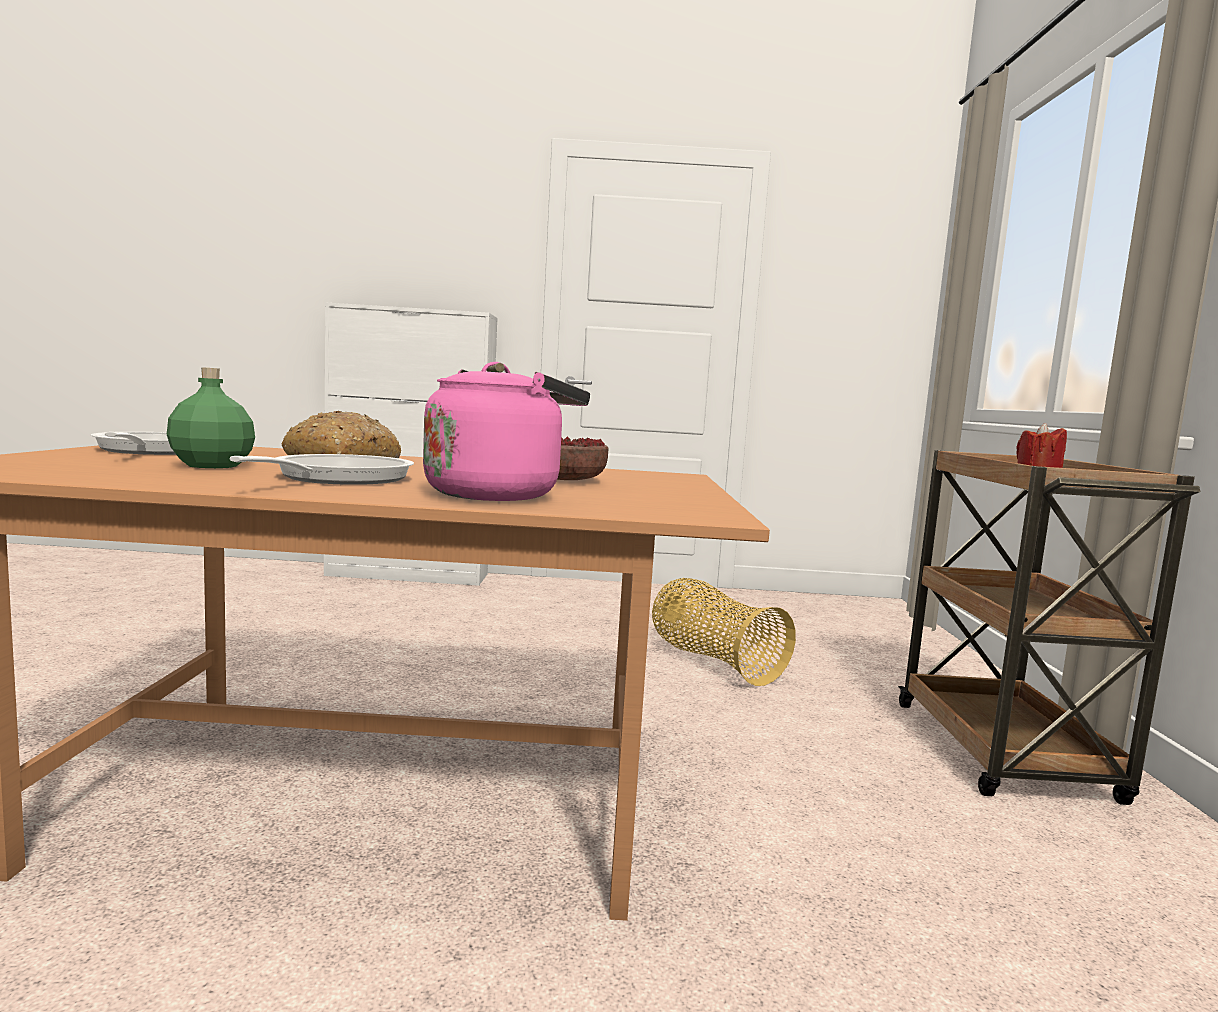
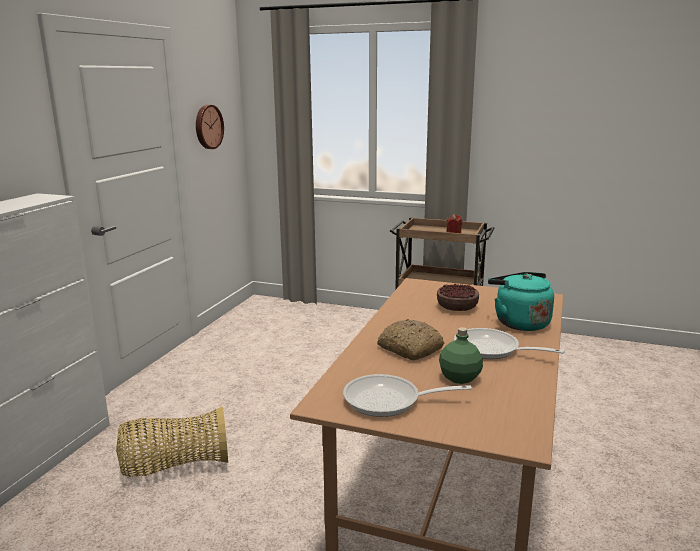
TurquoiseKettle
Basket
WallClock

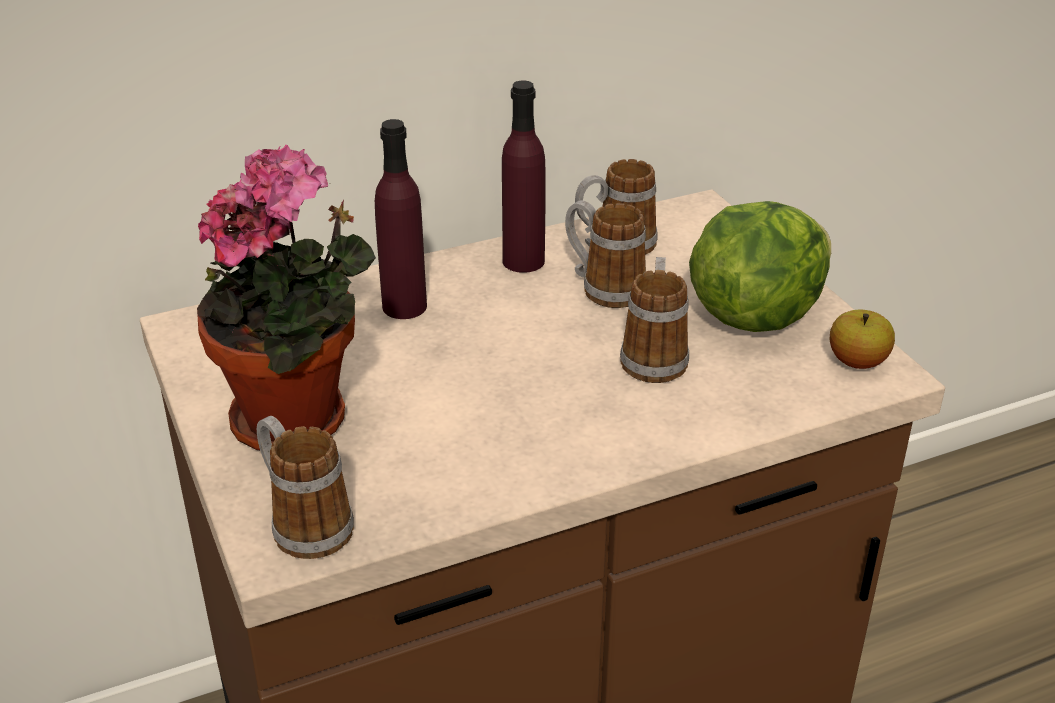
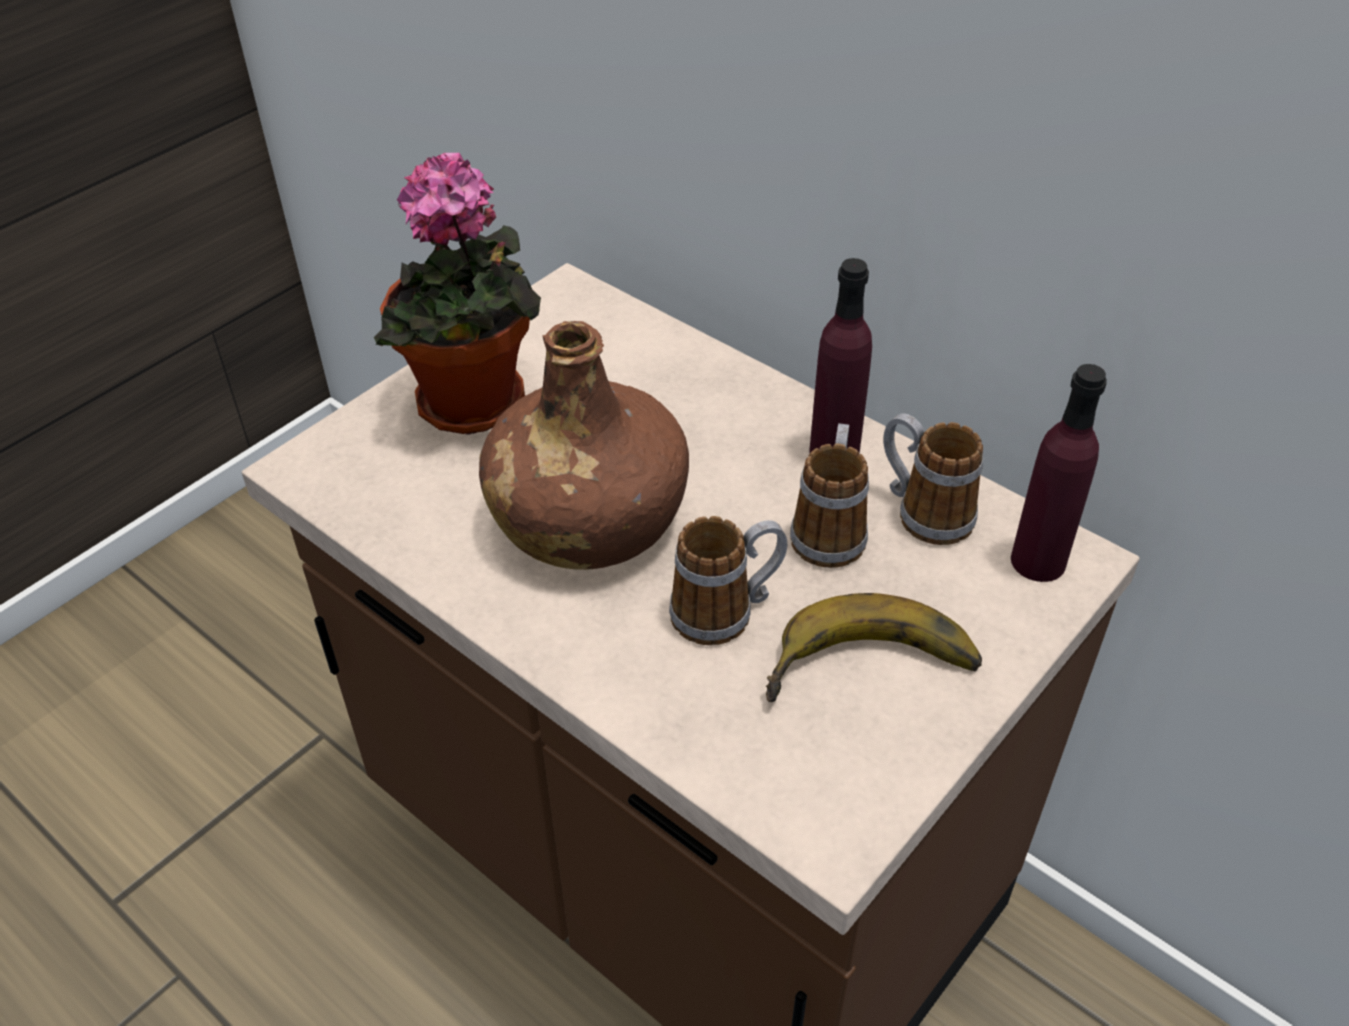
PurpleBottle (2nd from left)
Banana
Apple
Mug (1st from left in the first image)
BrownBottle

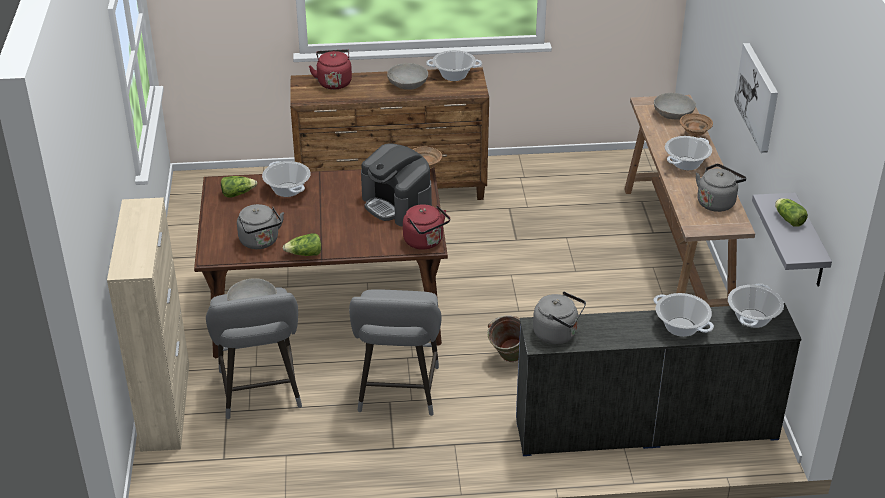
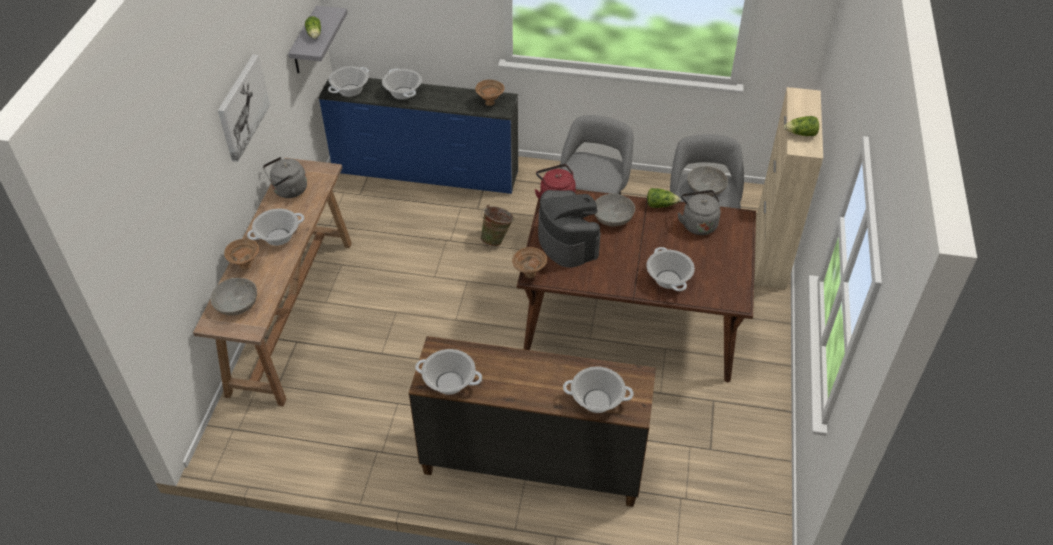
CookingPot (5th from left)
GreyBowl (2nd from left)
Lettuce (3rd from left)
BrownBowl (2nd from left)

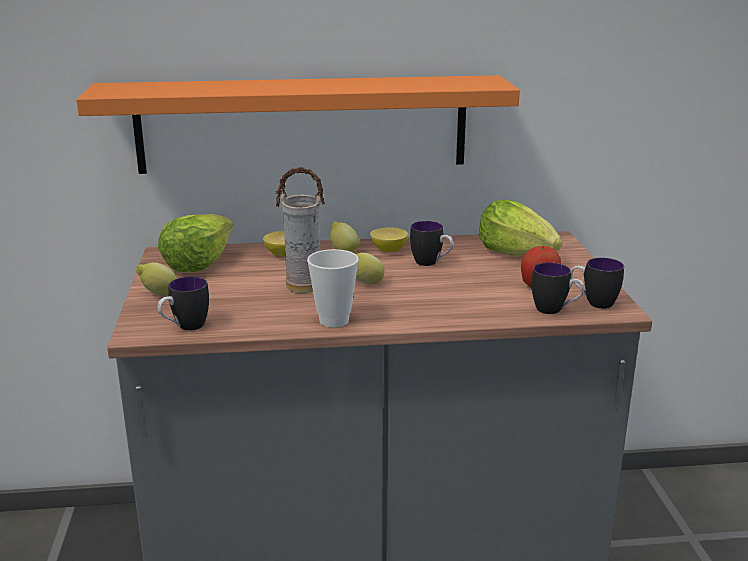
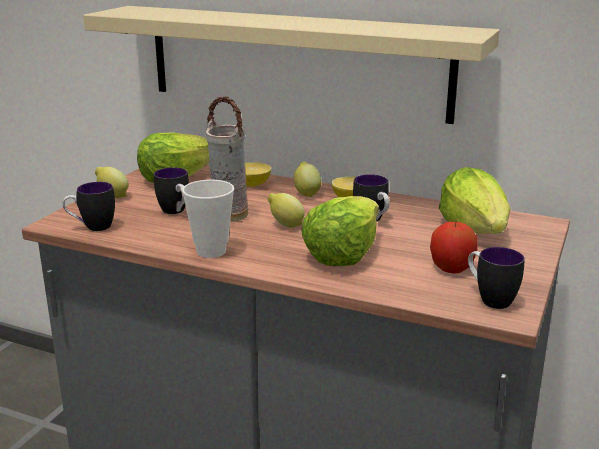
BeigeShelf
Mug (2nd from left)
Lettuce (2nd from left)

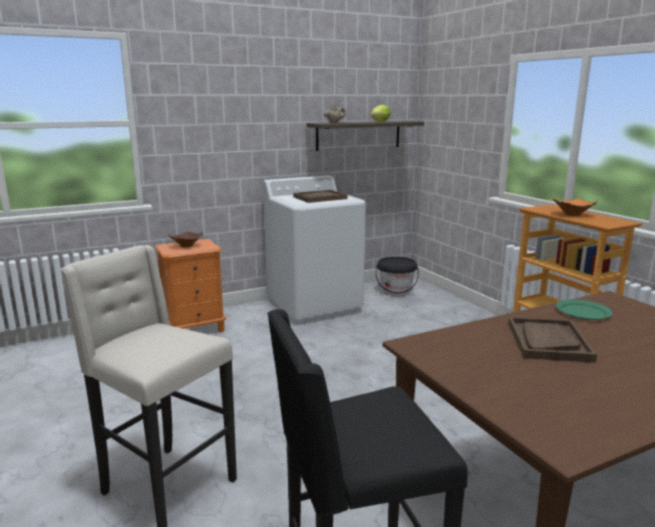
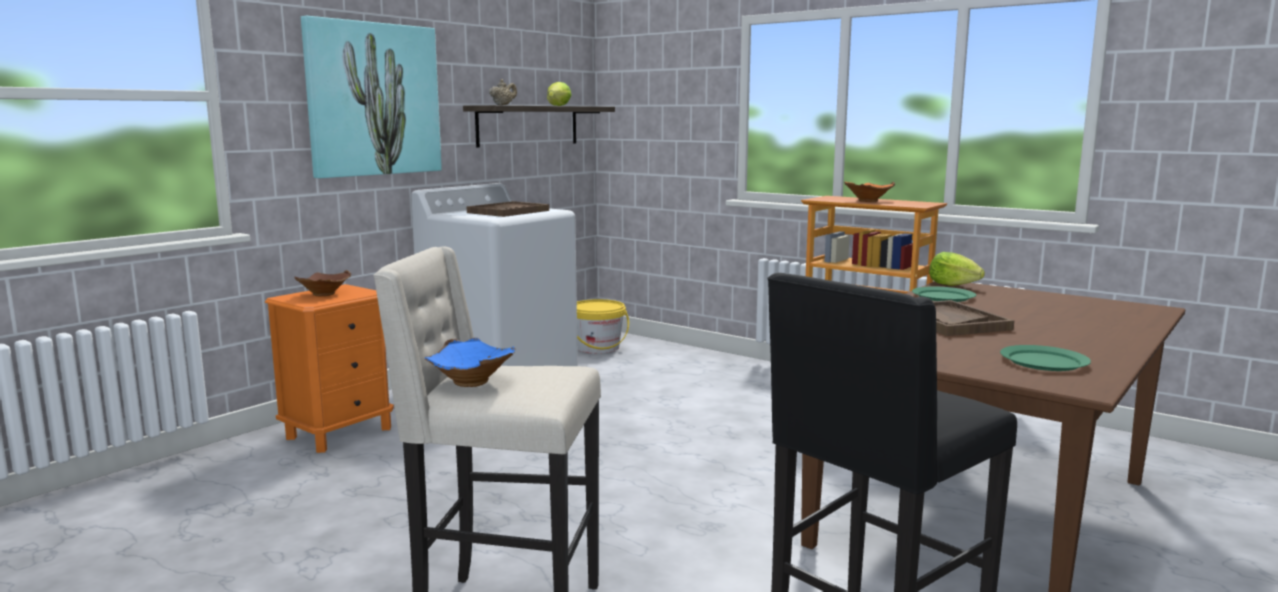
YellowBucket
Picture
Lettuce (2nd from left)
BlueBowl
GreenPlate (2nd from left)

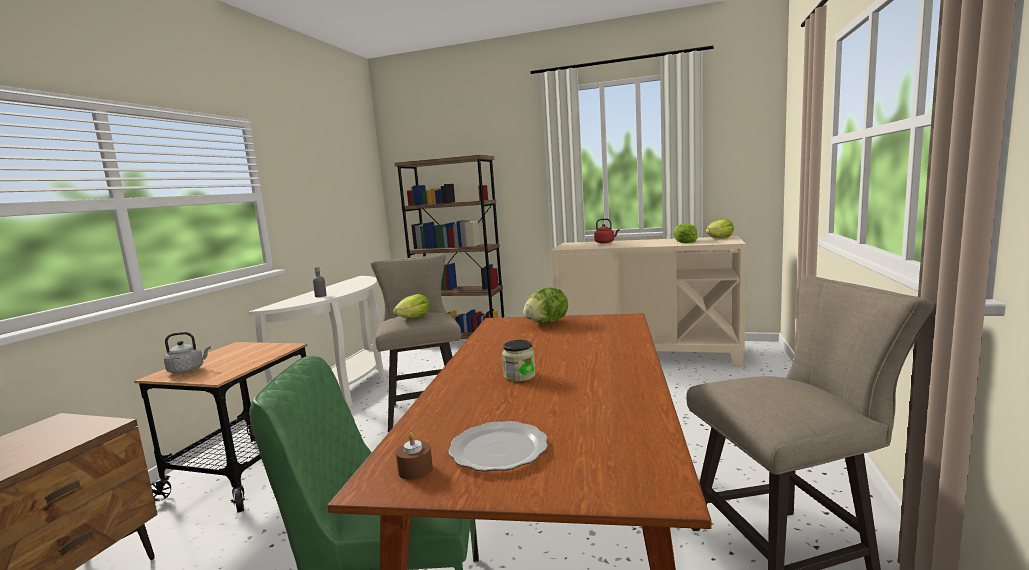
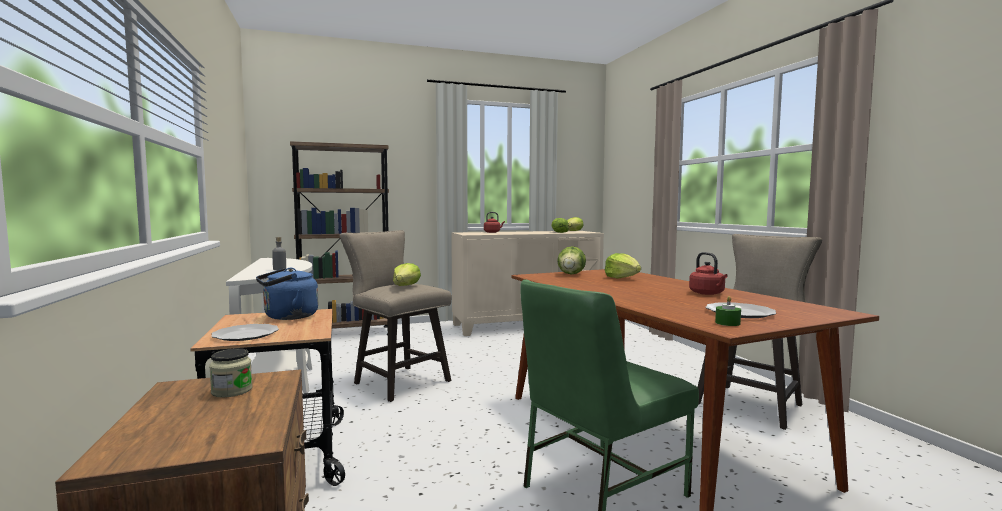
Plate (1st from left)
Jar
GreenCandle
RedKettle (2nd from left)
Lettuce (5th from left)
BlueKettle

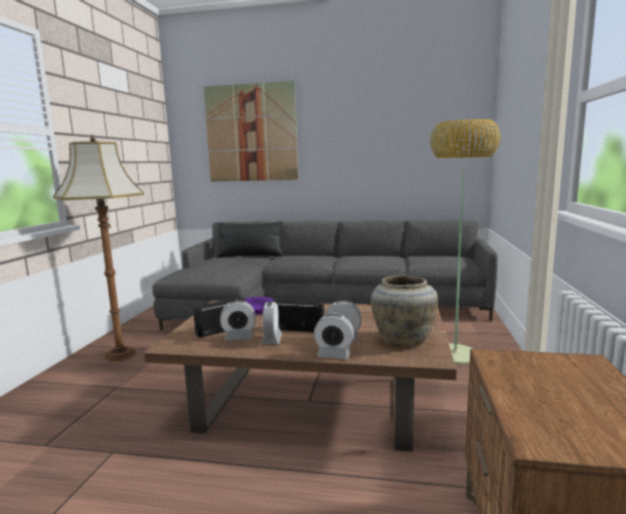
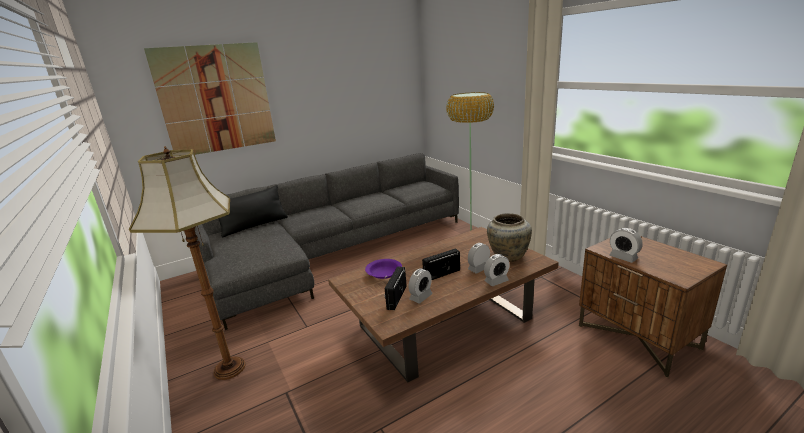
AlarmClock (4th from left)

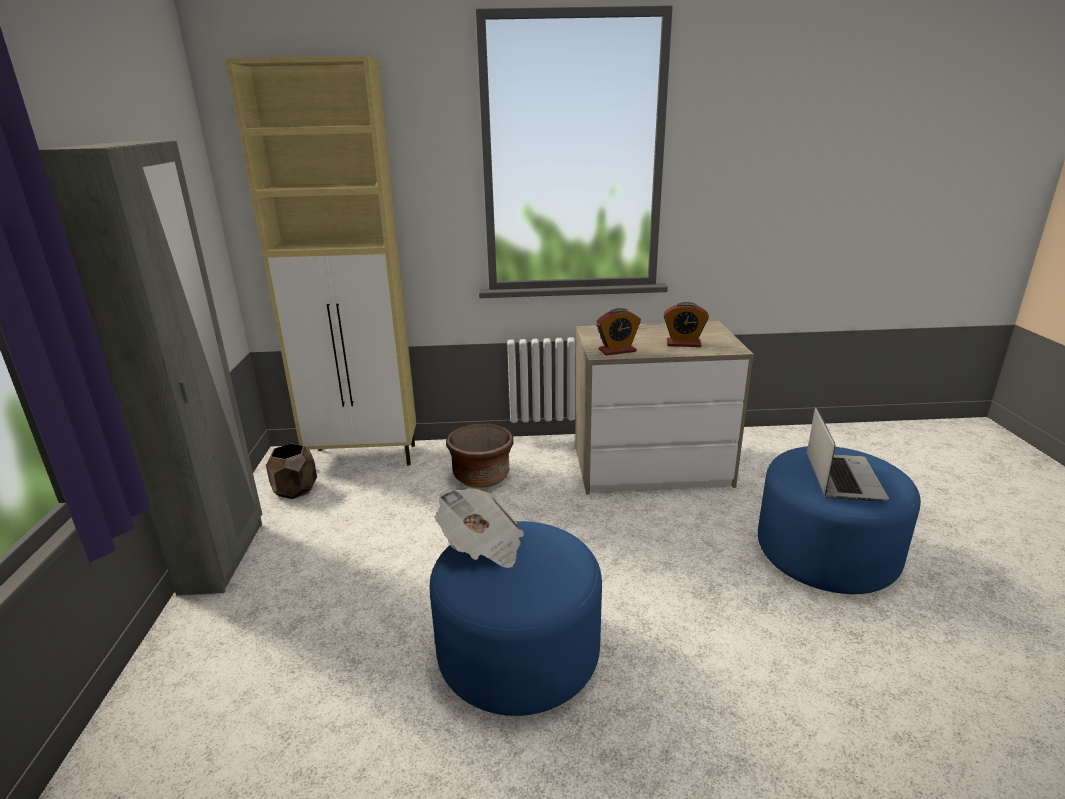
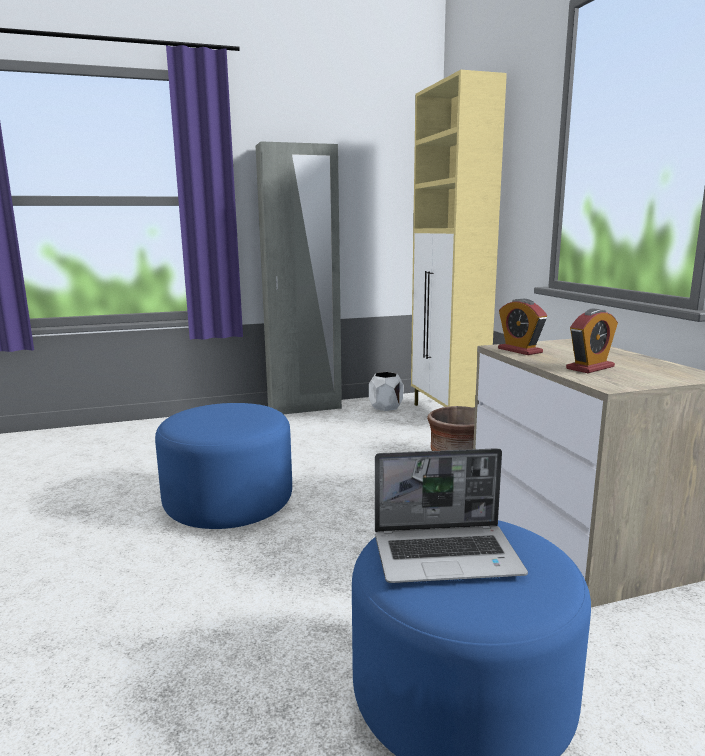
AlarmClock (2nd from left)
WhitePlanter
Newspaper

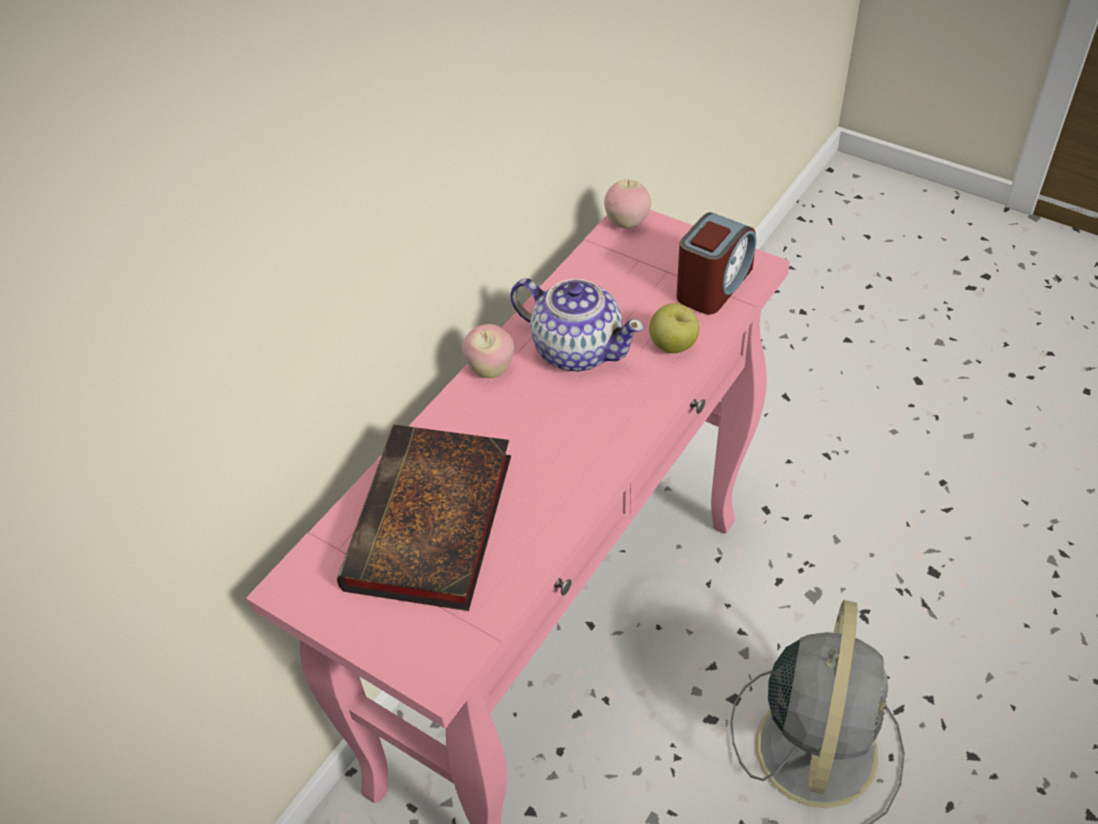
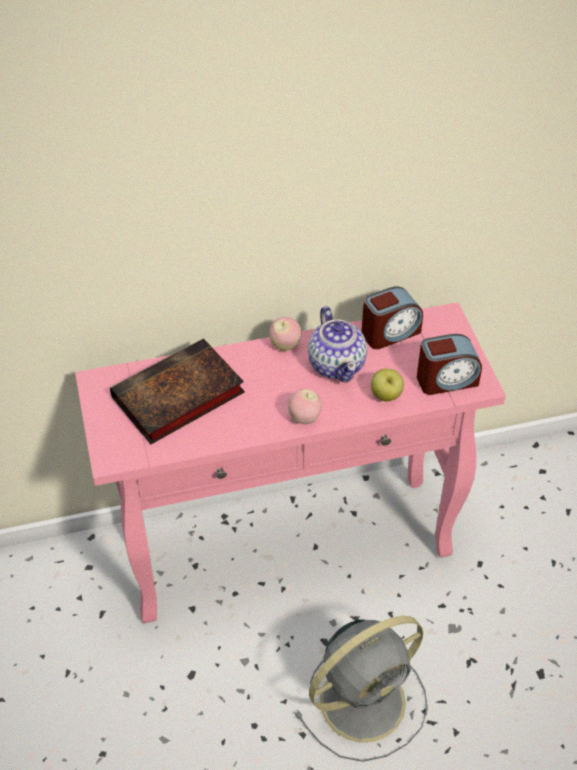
Apple (2nd from left)
AlarmClock (1st from left)

